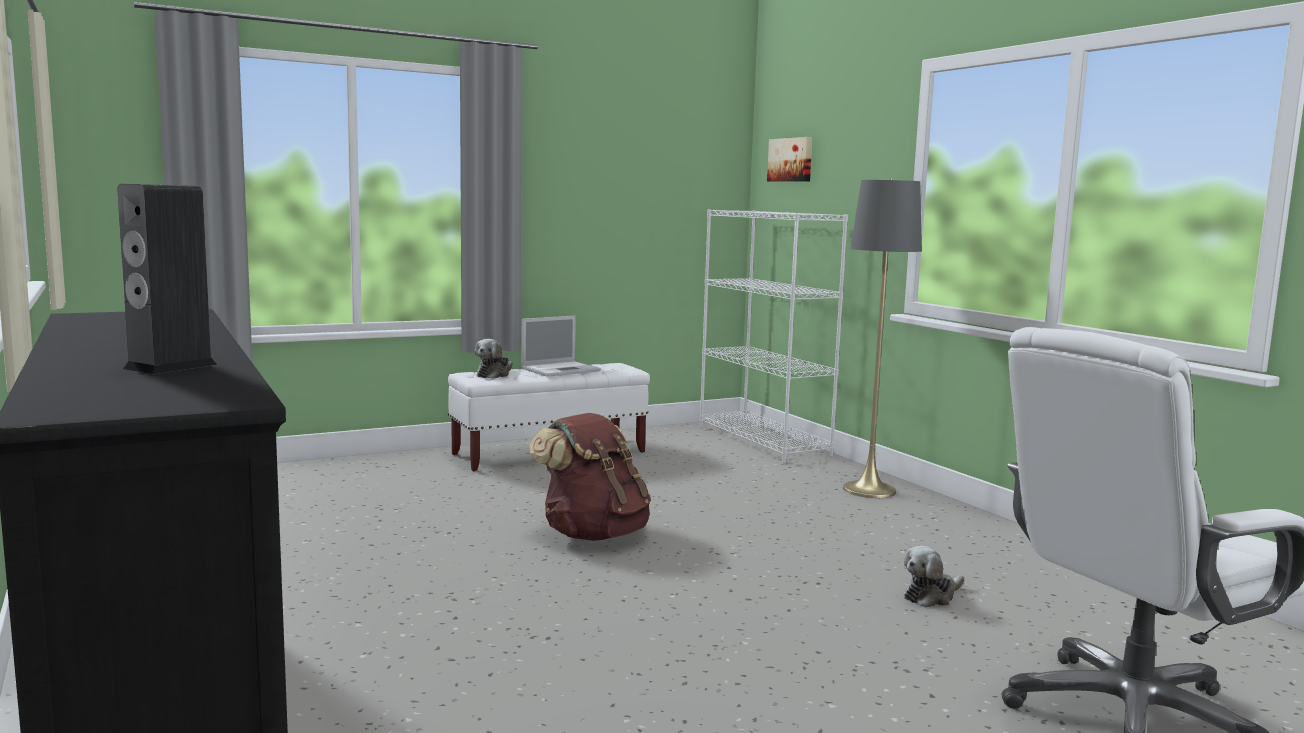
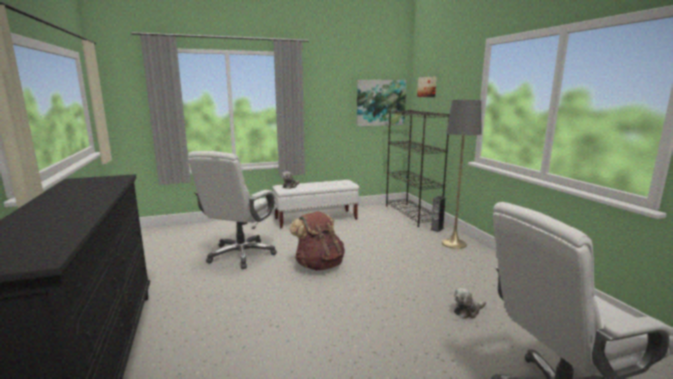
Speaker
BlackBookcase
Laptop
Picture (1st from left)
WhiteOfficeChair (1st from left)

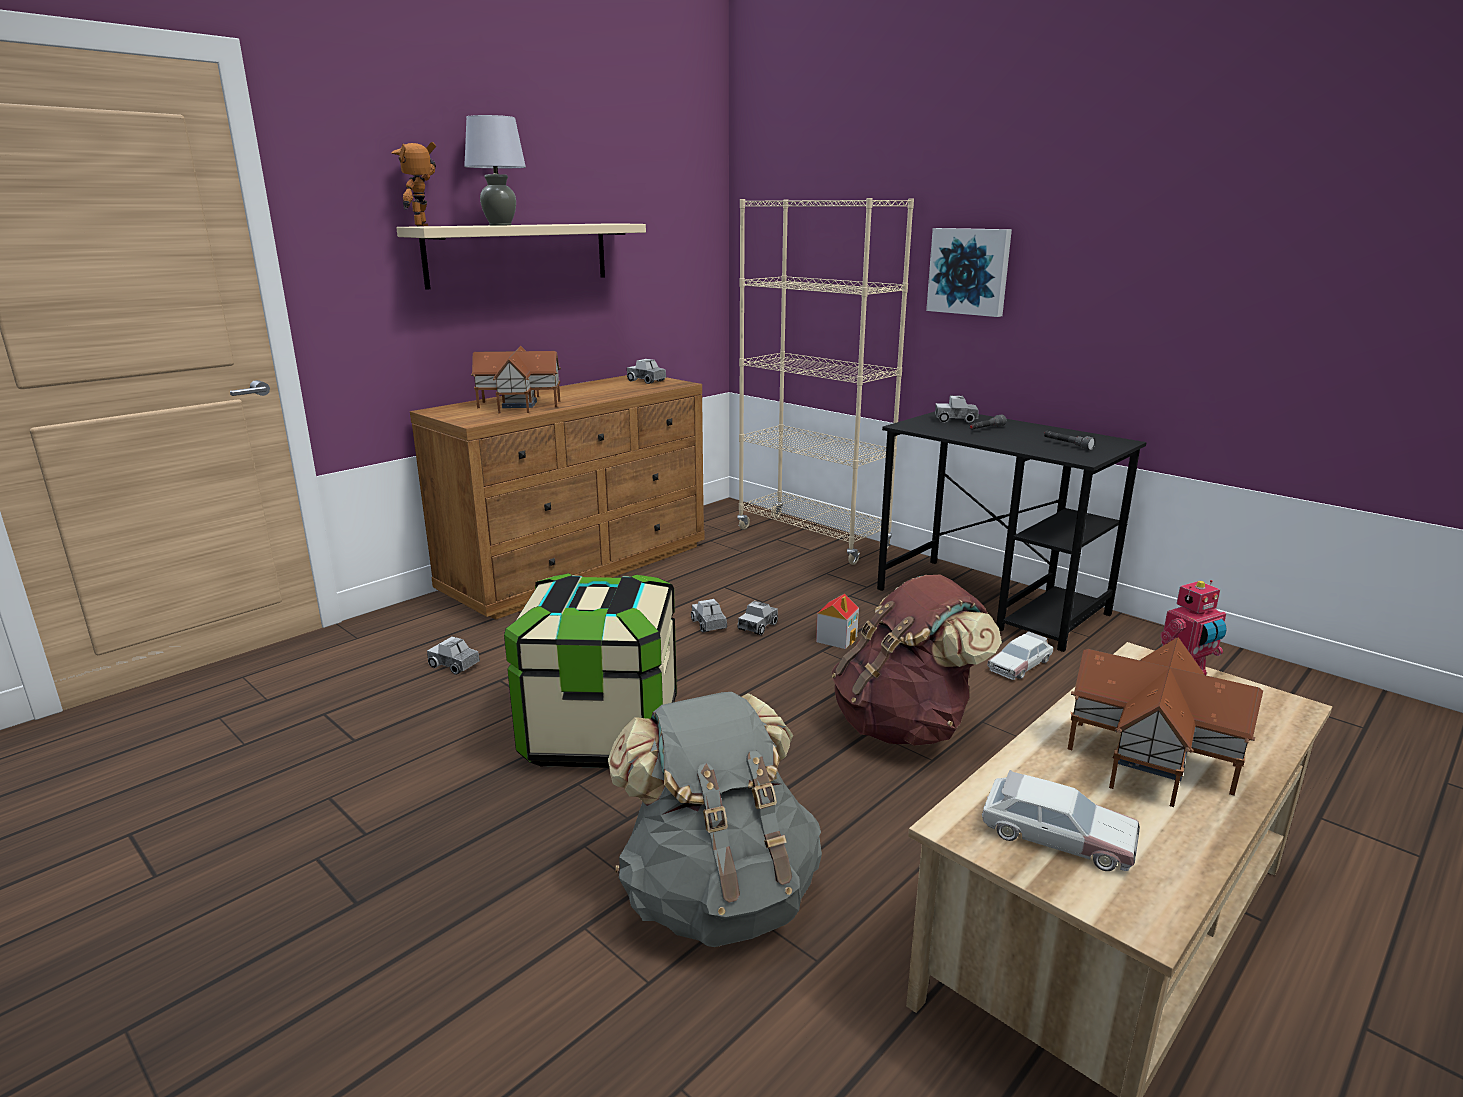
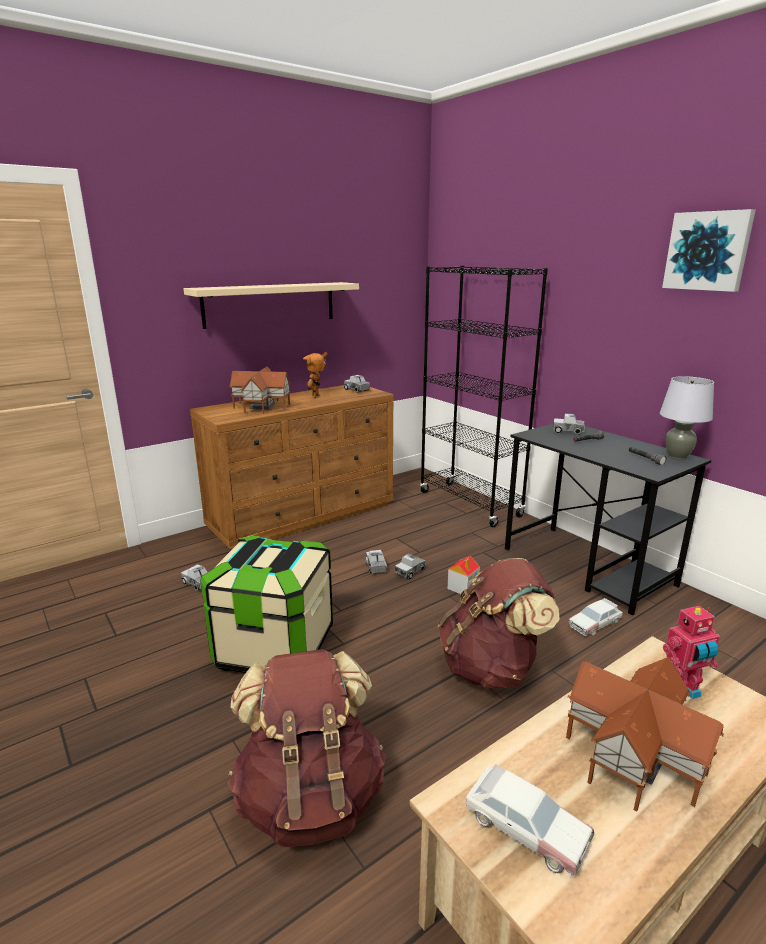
GreyTableLamp
ToyRobot (1st from left)
BlackBookcase
Picture
BrownBackpack (1st from left)

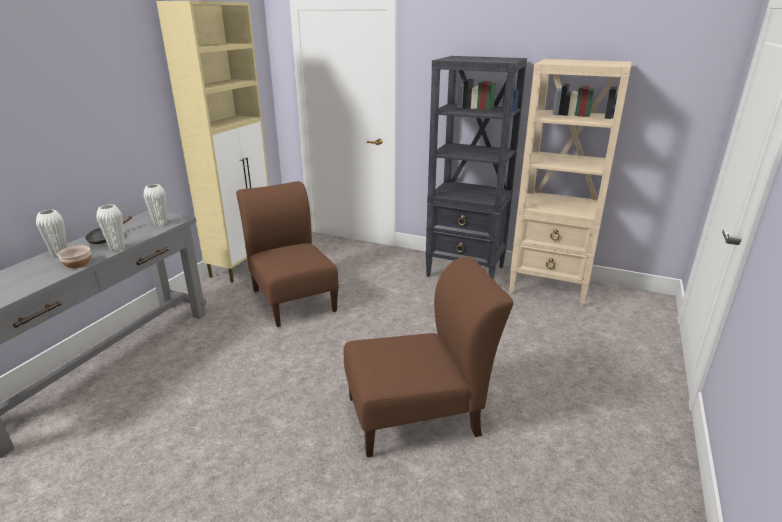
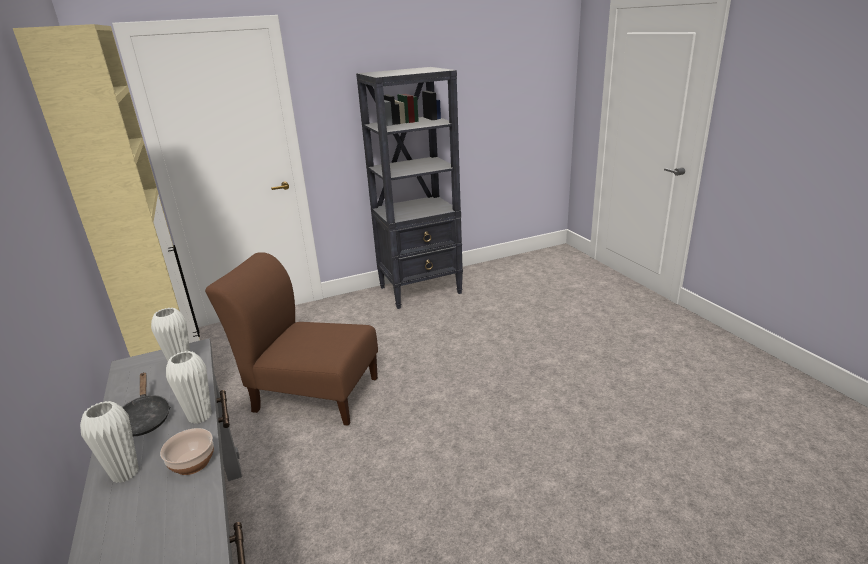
BeigeBookcase
BrownChair (2nd from left in the first image)

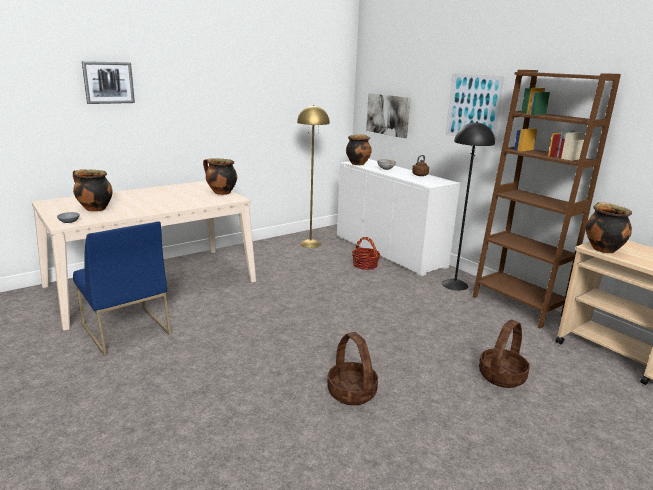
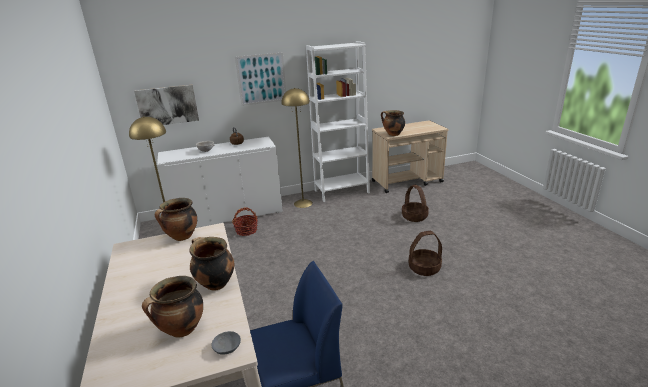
Picture (1st from left in the first image)
WhiteBookcase
YellowFloorLamp (2nd from left)
CookingPot (3rd from left)

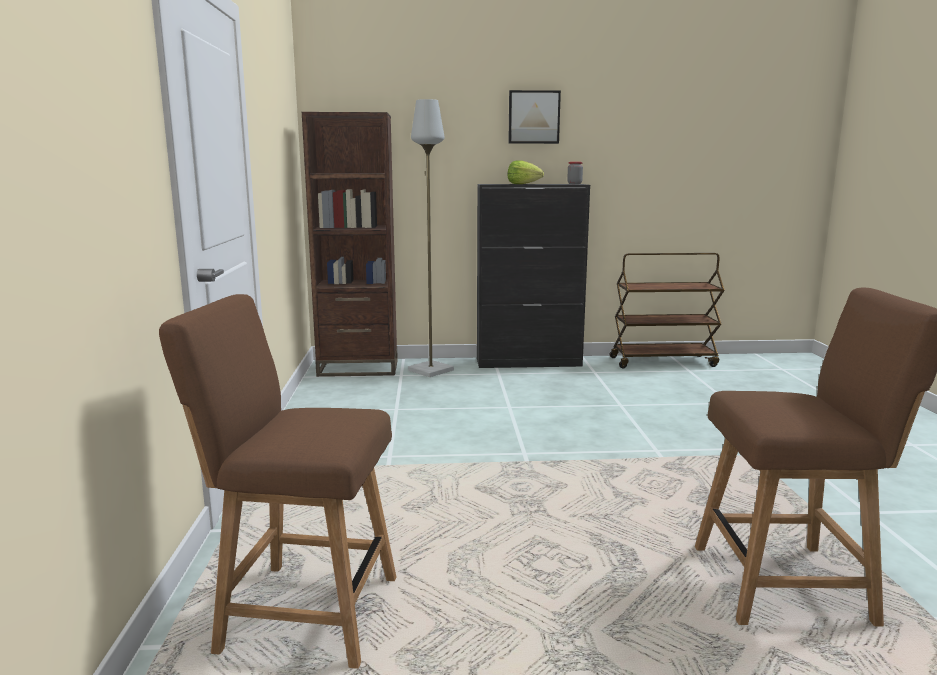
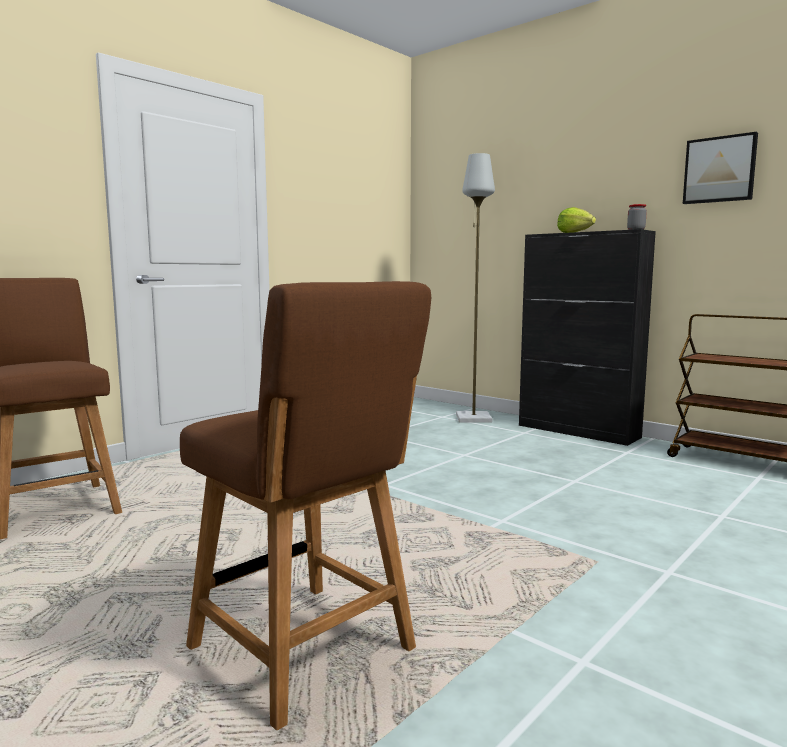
Picture
BrownBookcase

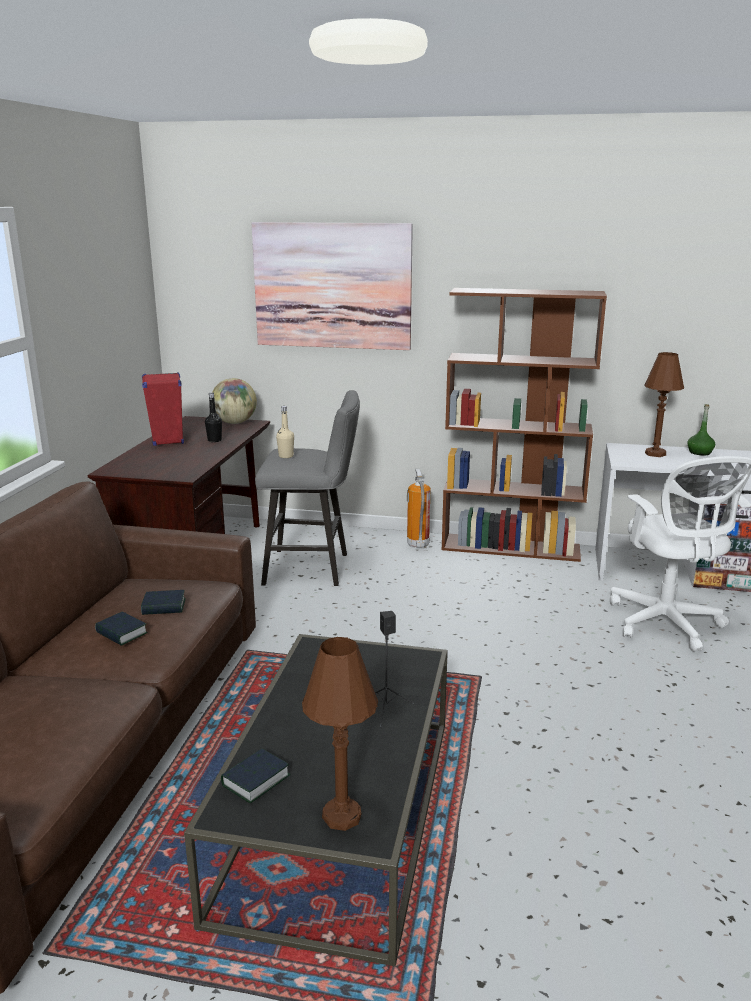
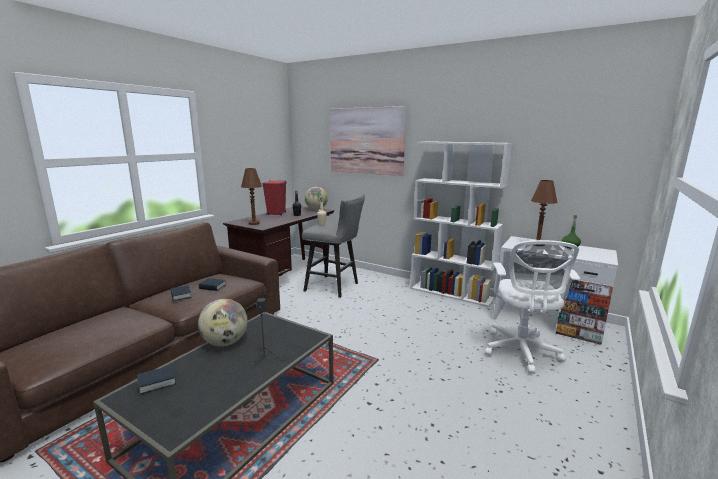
WhiteBookcase
FireExtinguisher
BrownTableLamp (1st from left)
Globe (1st from left)

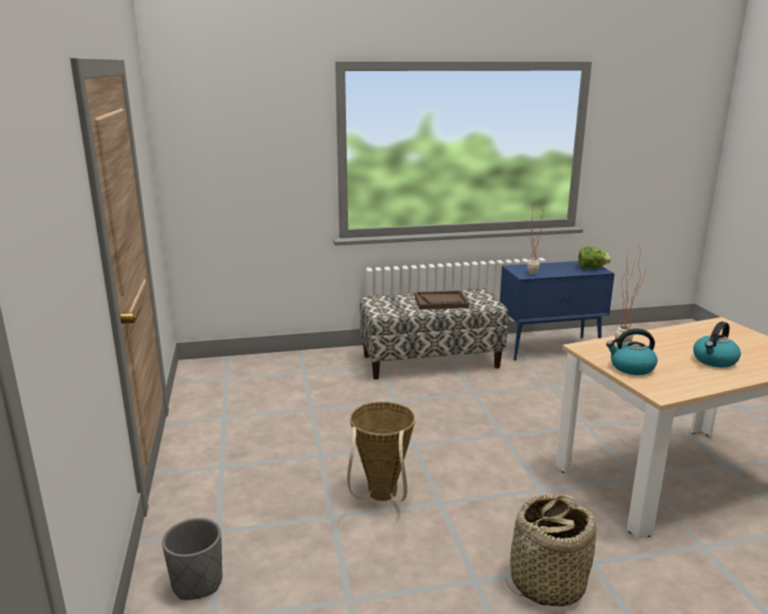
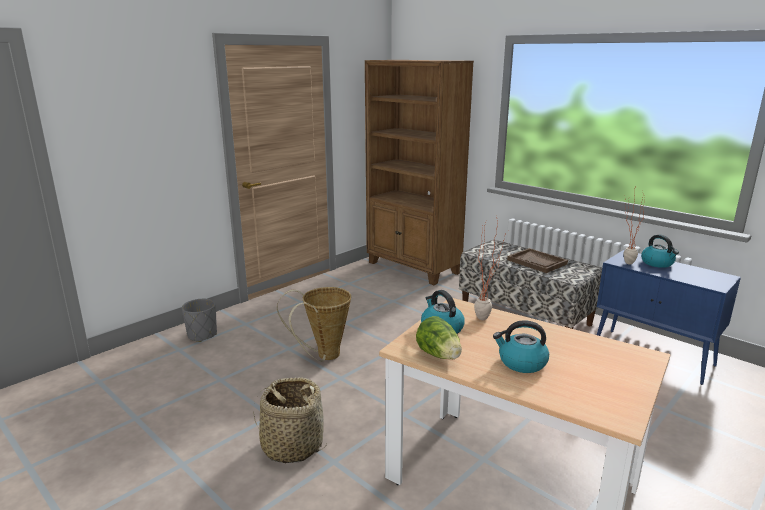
Lettuce
BrownBookcase
Kettle (3rd from left)

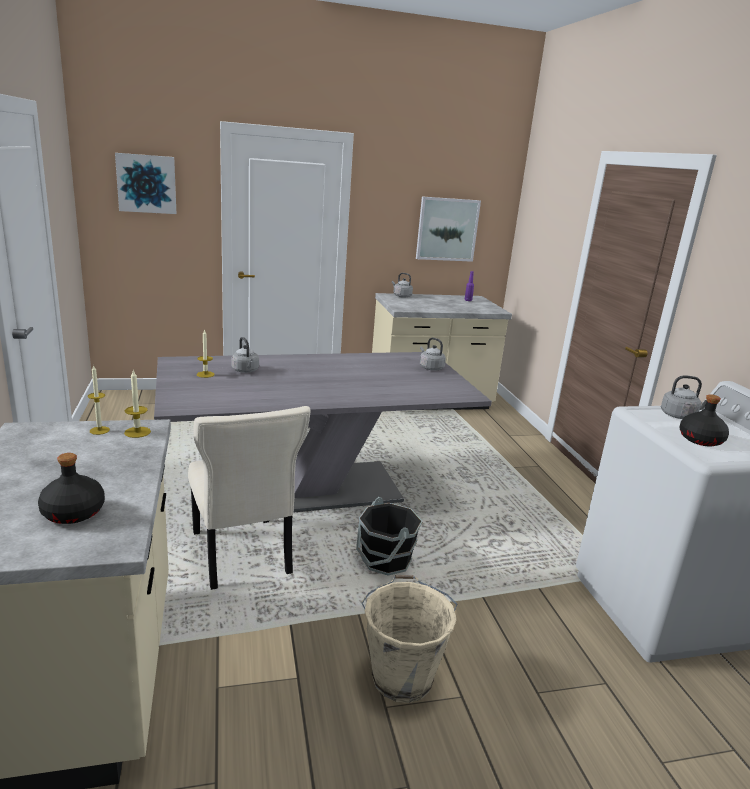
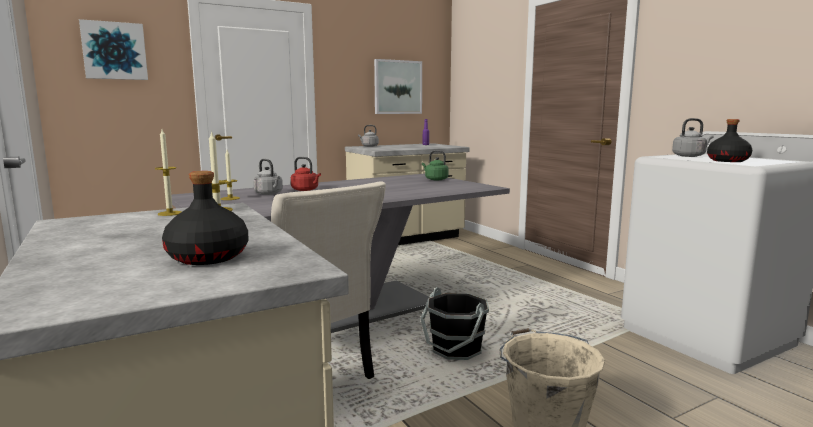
GreenKettle
RedKettle

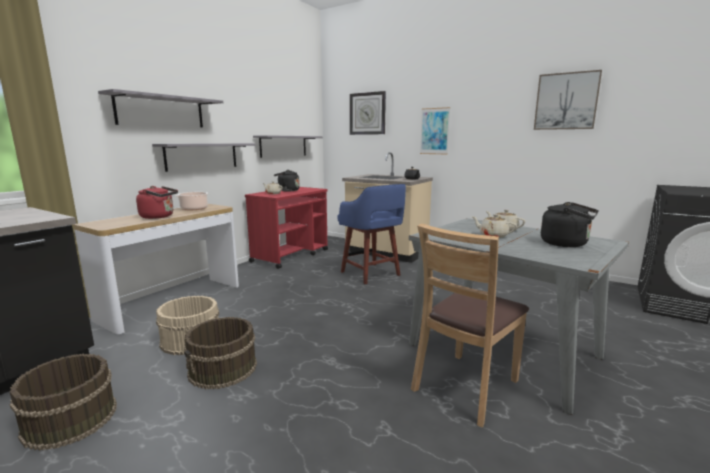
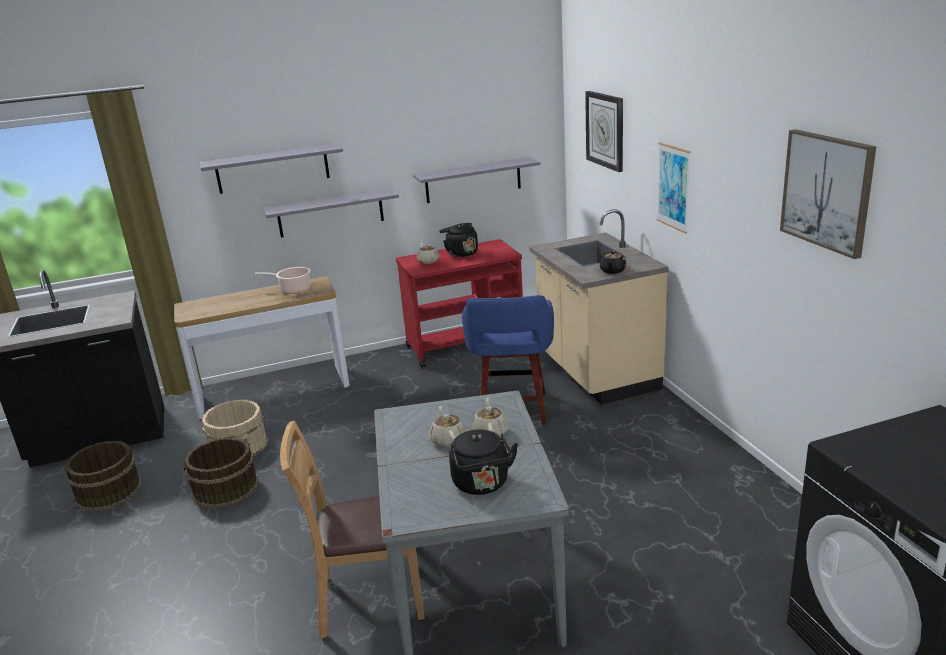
RedKettle

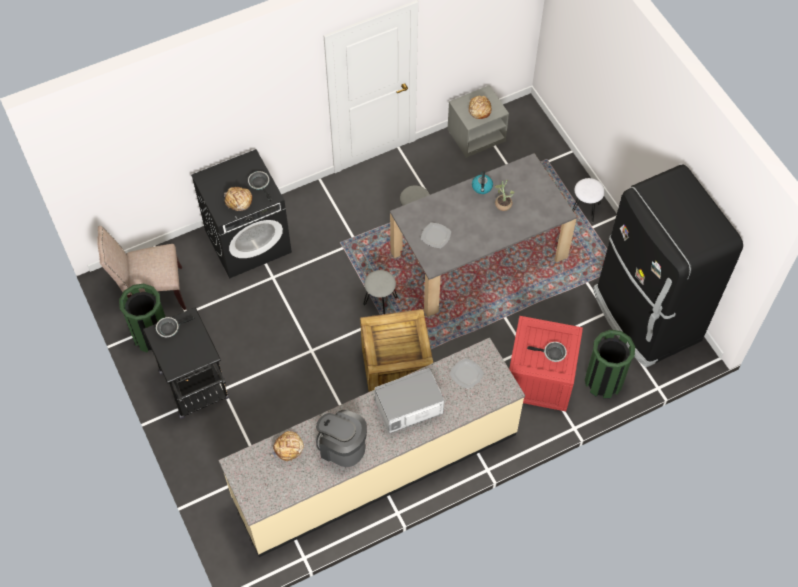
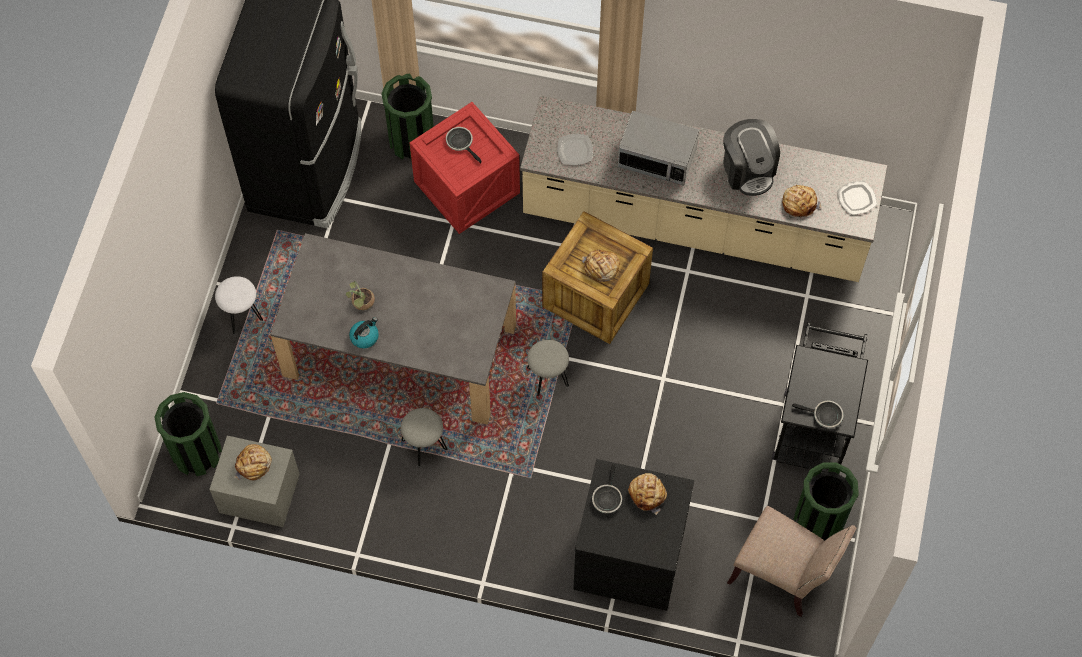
Plate (2nd from left)
Bread (2nd from left)
GreenTrashCan (1st from left)

